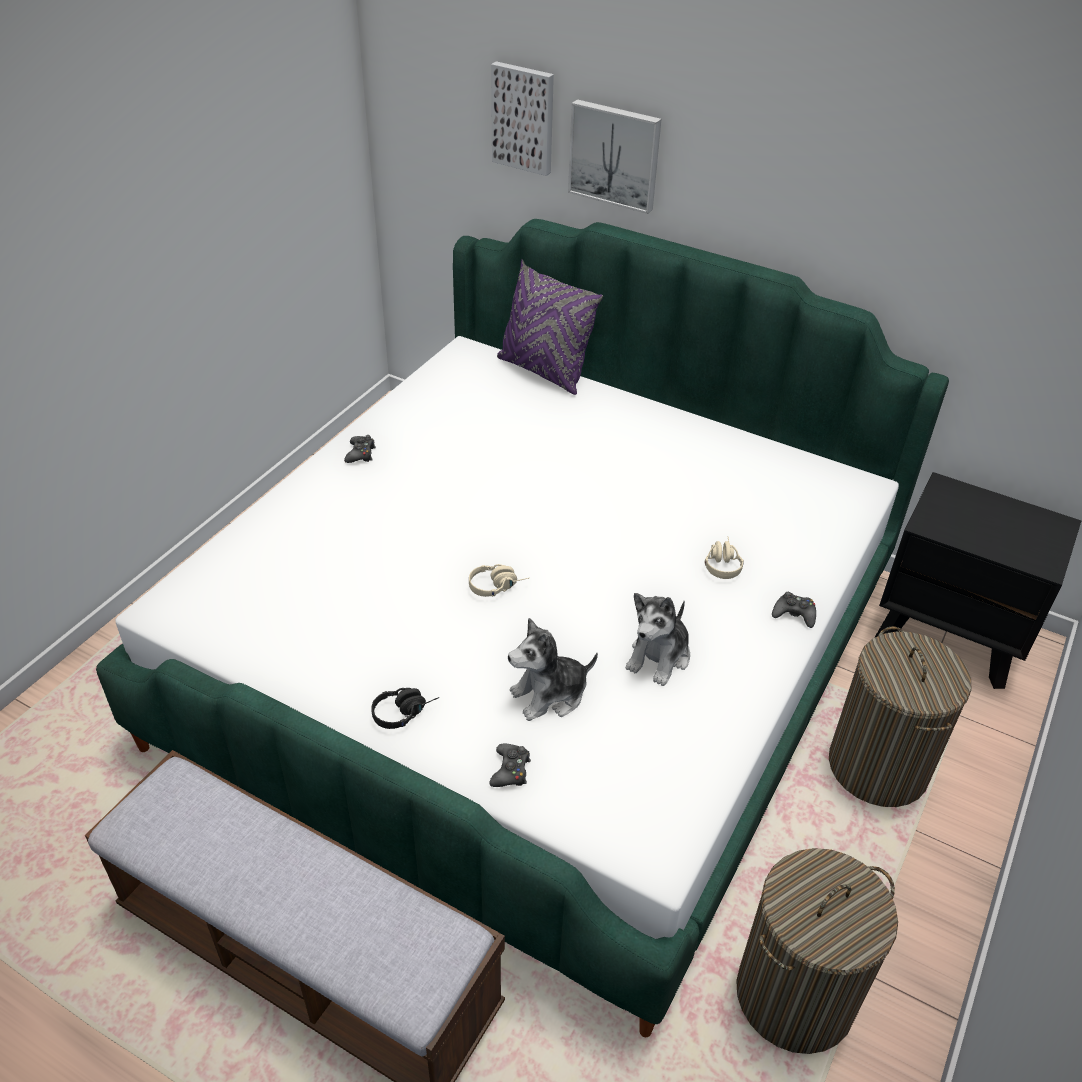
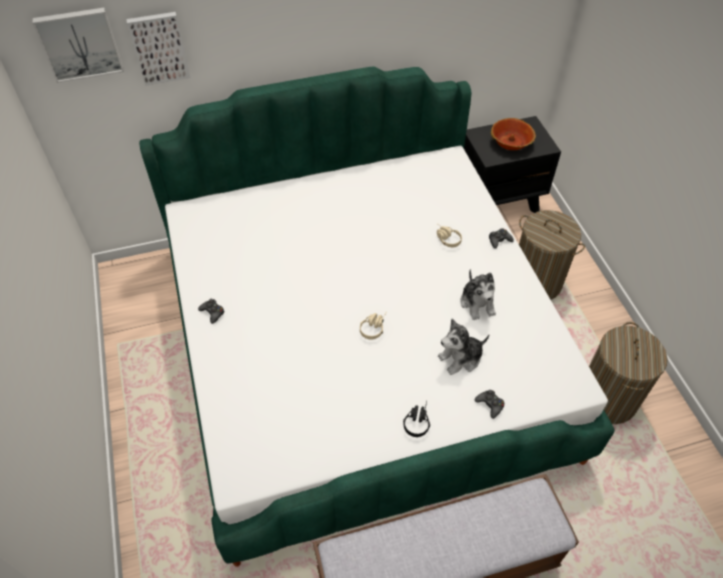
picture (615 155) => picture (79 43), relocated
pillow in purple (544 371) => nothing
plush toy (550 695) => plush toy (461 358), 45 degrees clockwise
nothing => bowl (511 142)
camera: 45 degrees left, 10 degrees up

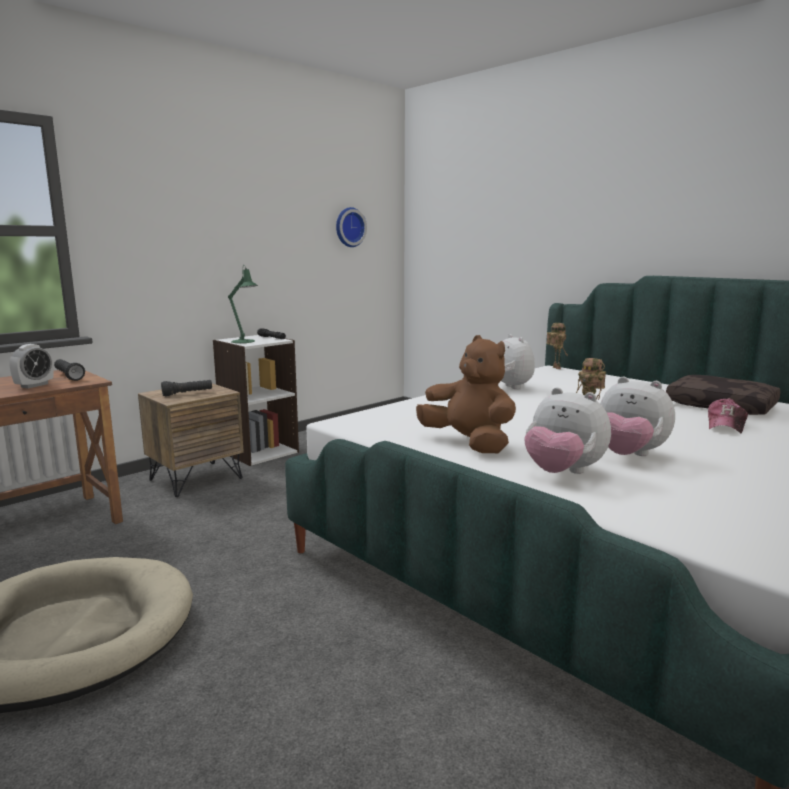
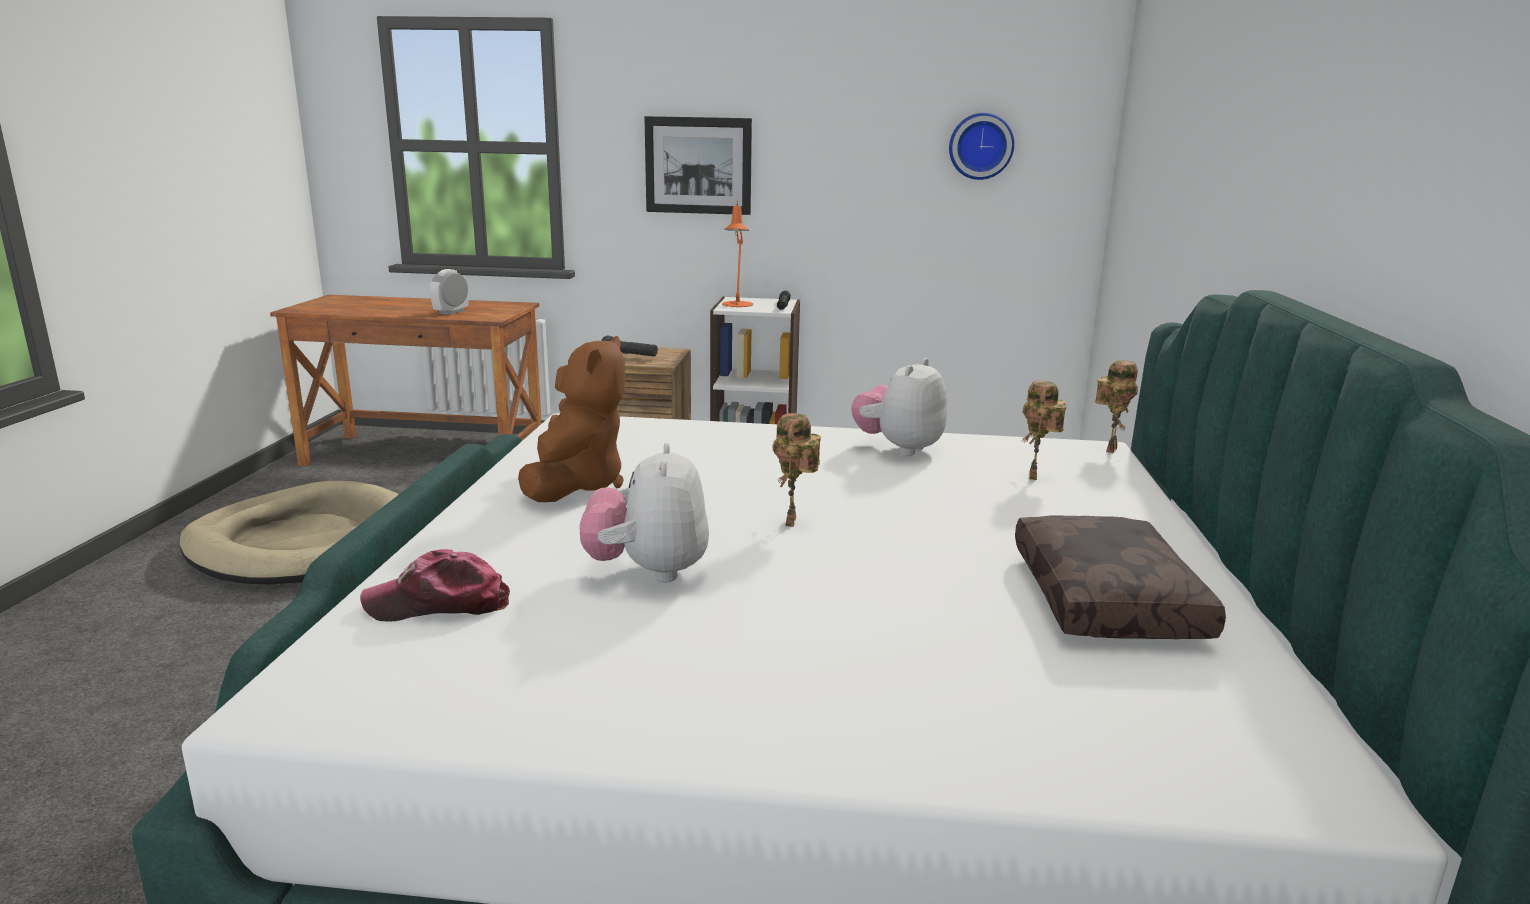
table lamp in green (245 341) => table lamp in orange (737 305)
alarm clock (34 385) => alarm clock (451 312), 135 degrees clockwise
flashlight in black (68 376) => nothing
plush toy (562 472) => nothing
cap (726 425) => cap (439 604), relocated
nothing => picture (698 165)
nothing => toy robot (1035 477)
camera: 50 degrees right, 5 degrees up

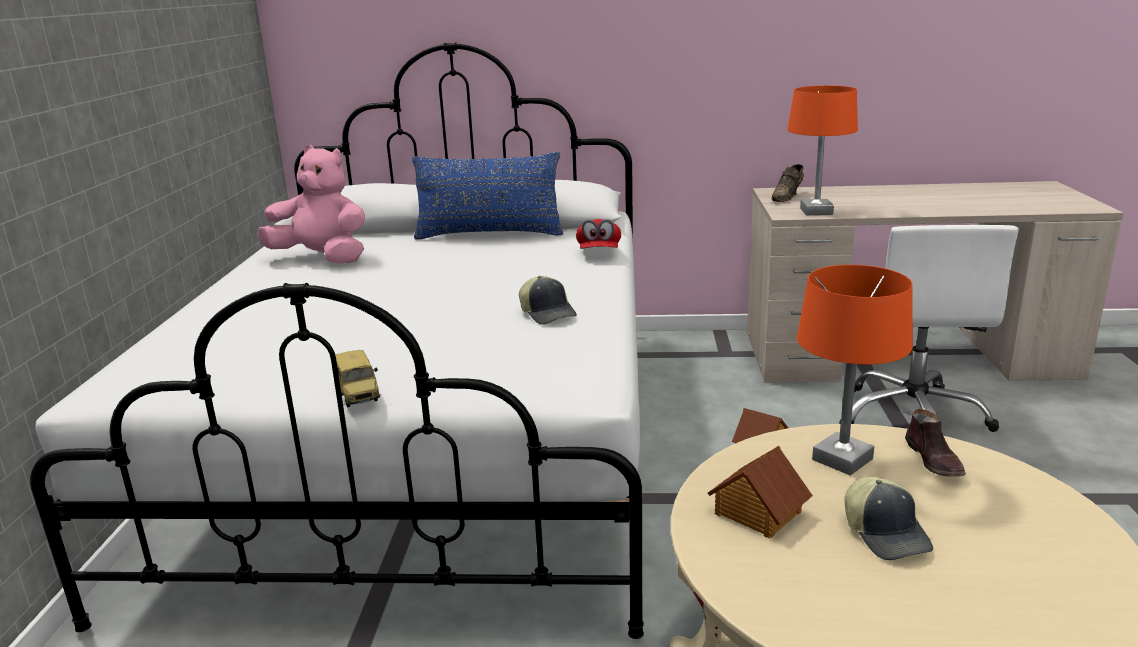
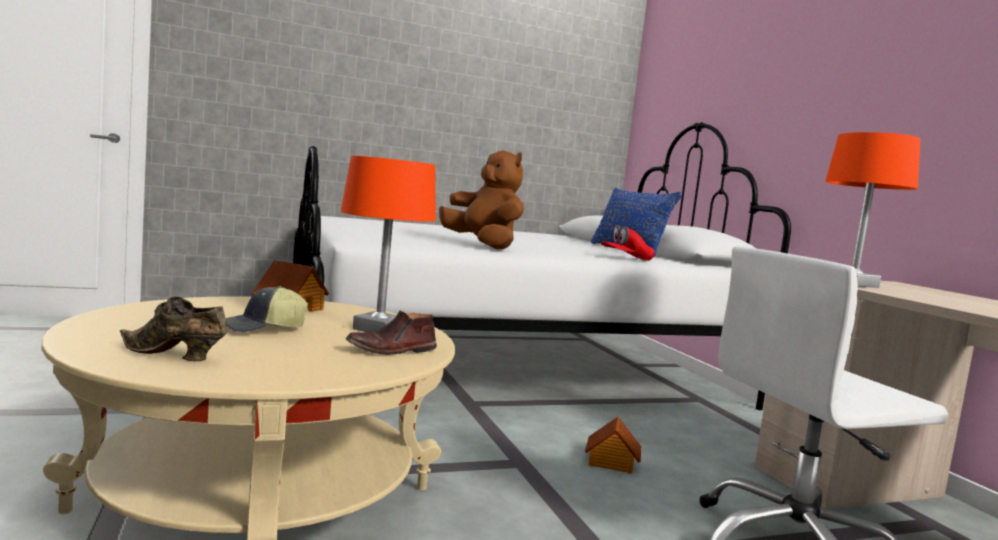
plush toy in pink (322 258) => nothing
shoe in brown (788 197) => shoe in brown (174 356), relocated
cap (548 313) => plush toy in brown (483 246)
toy car (359 396) => nothing
camera: 65 degrees right, 15 degrees down

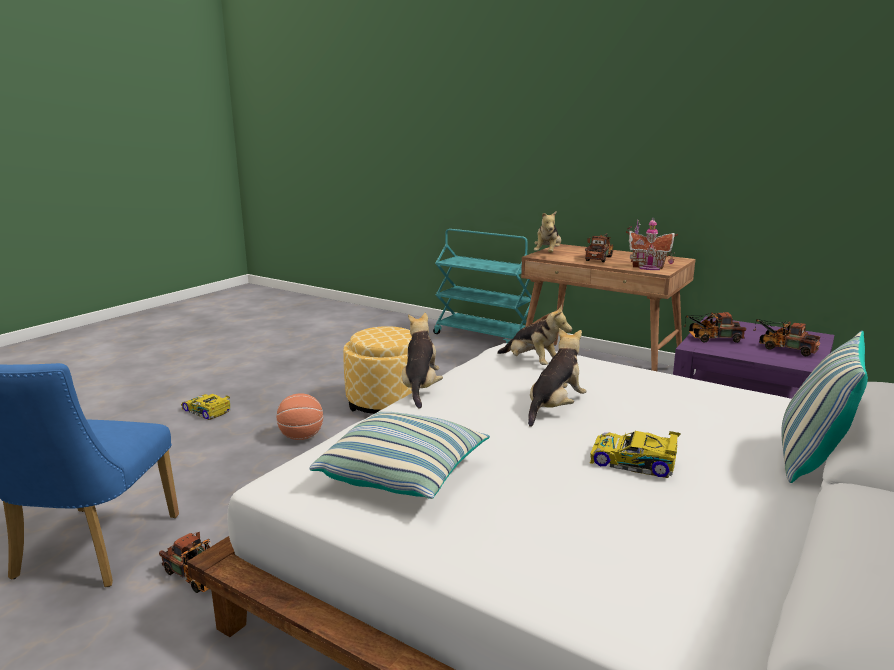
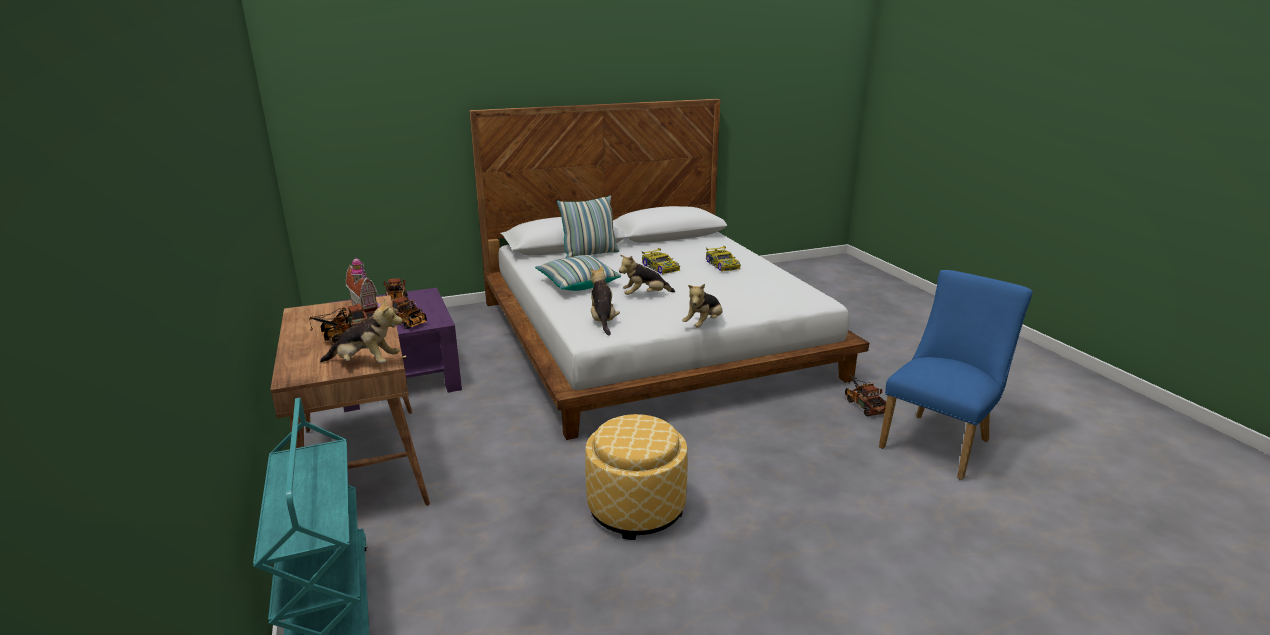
plush toy (547 254) => plush toy (365 363), 45 degrees clockwise
basketball (301 437) => nothing
toy car (207 411) => toy car (722 264), relocated
pillow (403 474) => pillow (577 284), relocated
camera: 145 degrees left, 5 degrees up

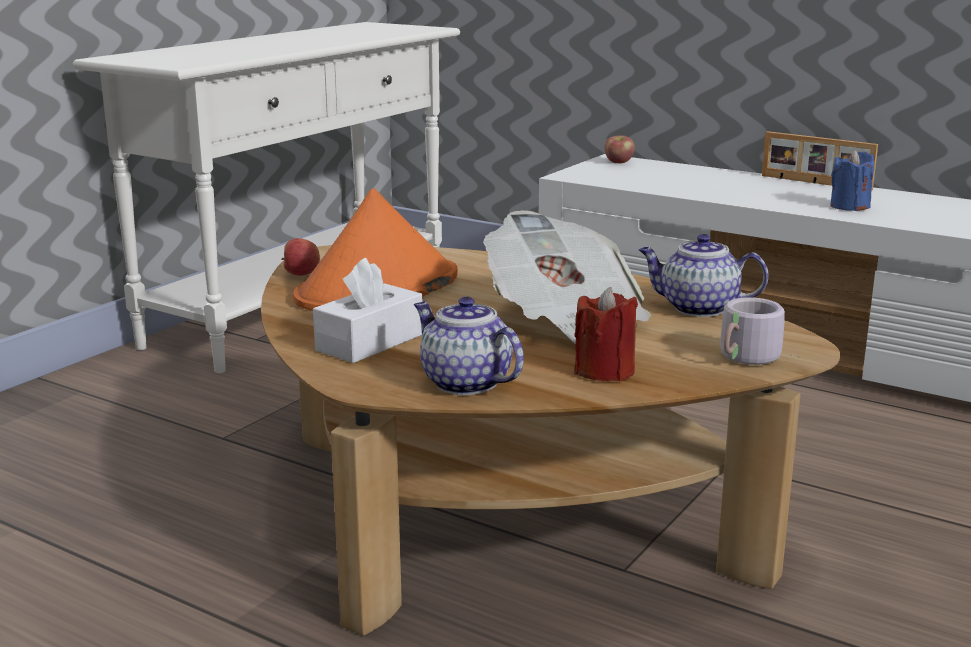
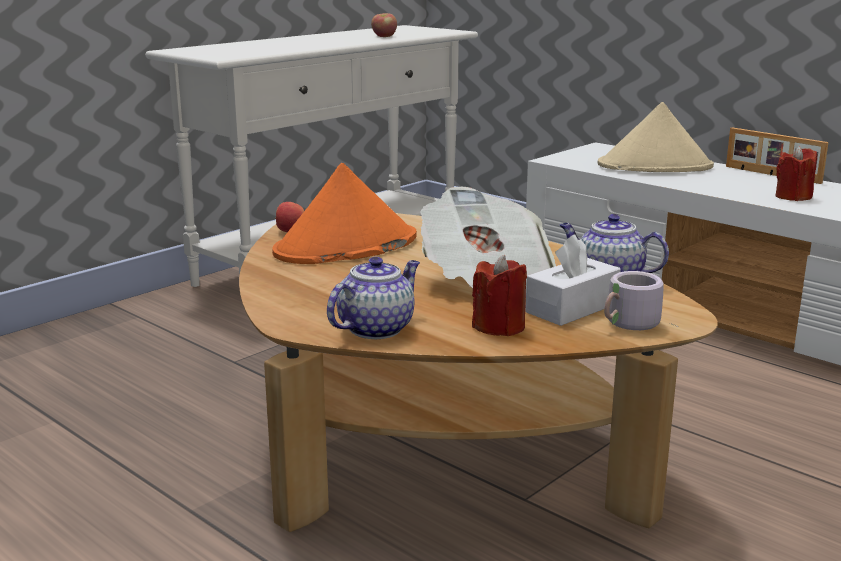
apple (618 162) => apple (384 36), relocated
candle in blue (850 206) => candle in red (793 197)
tissue box in white (370 342) => tissue box in white (572 308), relocated
teapot (464 383) => teapot (376 328), 75 degrees clockwise
nothing => hat in beige (655 166)
camera: 10 degrees right, 0 degrees up

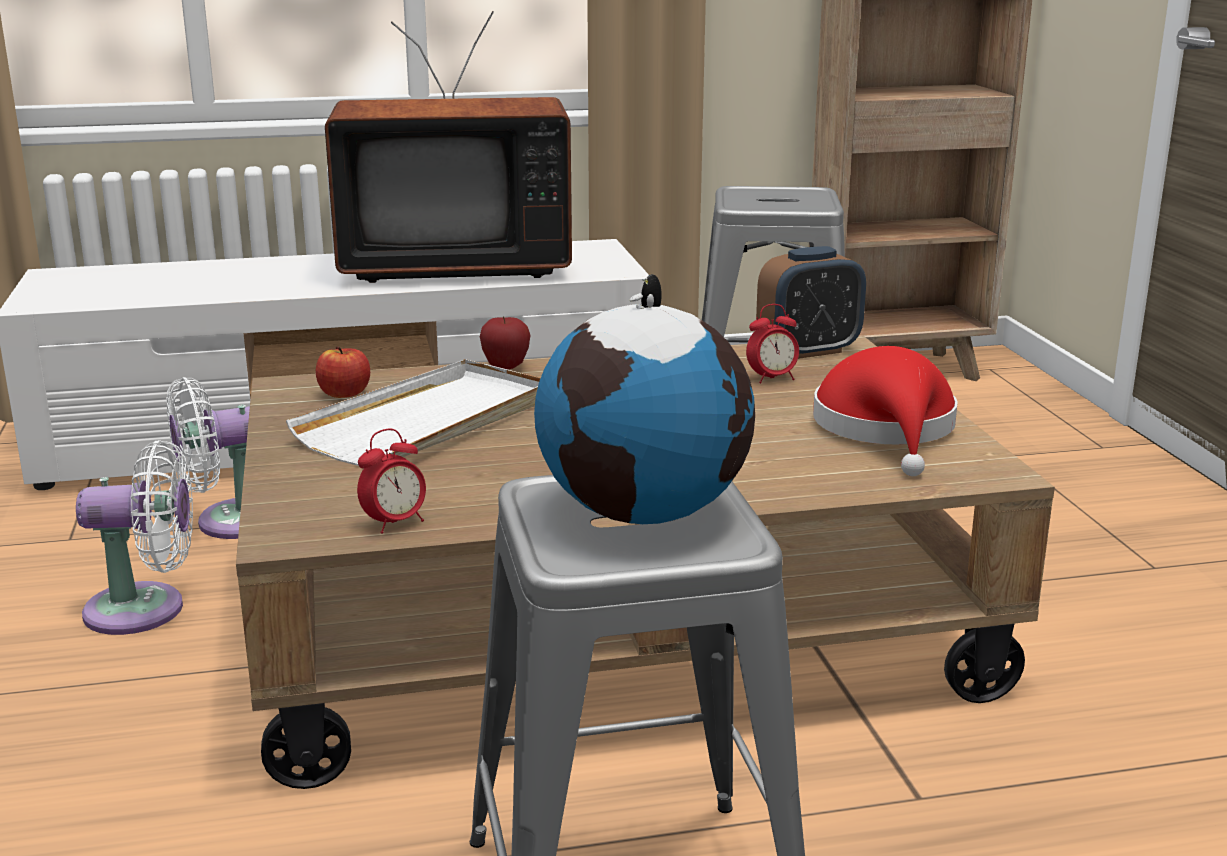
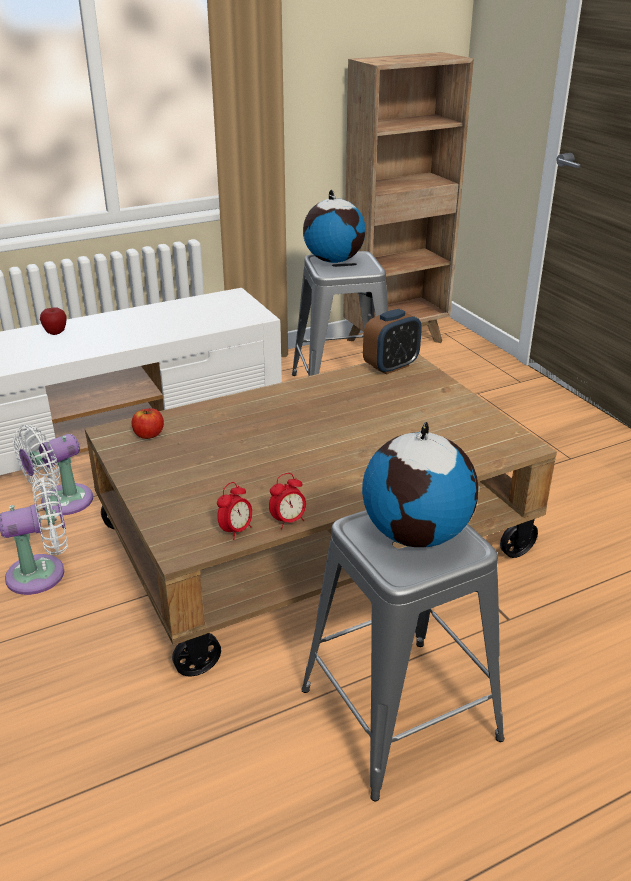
television (453 266) => nothing
alarm clock (772 379) => alarm clock (288 521), relocated
apple (505 367) => apple (55 333), relocated
hat in red (887 429) => nothing
tray in white (429 421) => nothing
nothing => globe (333 260)
camera: 15 degrees left, 10 degrees up

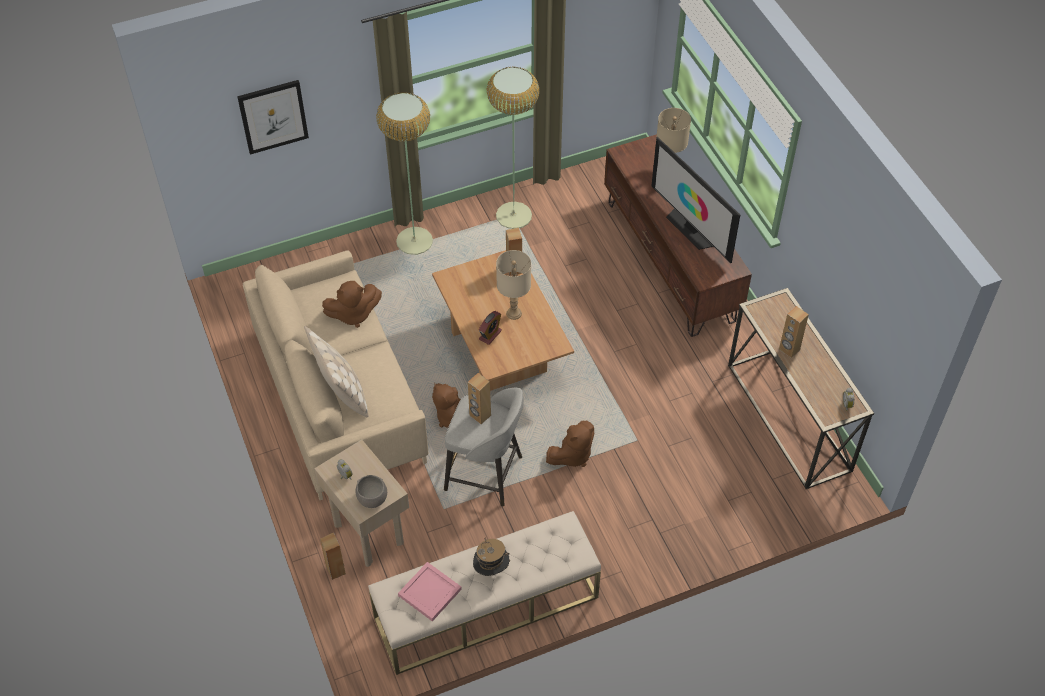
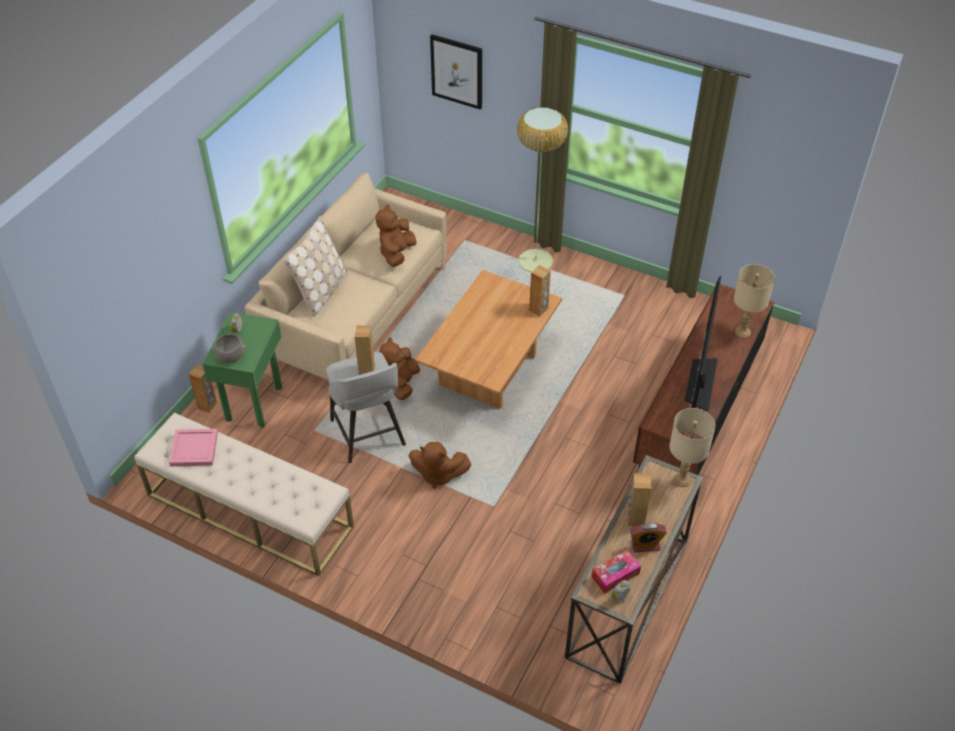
floor lamp (514 216) => nothing
table lamp in beige (514 313) => table lamp in beige (682 480), relocated
plush toy in brown (353 314) => plush toy in brown (396 253), 75 degrees clockwise
alarm clock (490 335) => alarm clock (645 545), relocated
side table in beige (369 533) => side table in green (255 403)
hat (491 570) => nothing
nothing => tissue box (615 575)
camera: 50 degrees right, 5 degrees down

